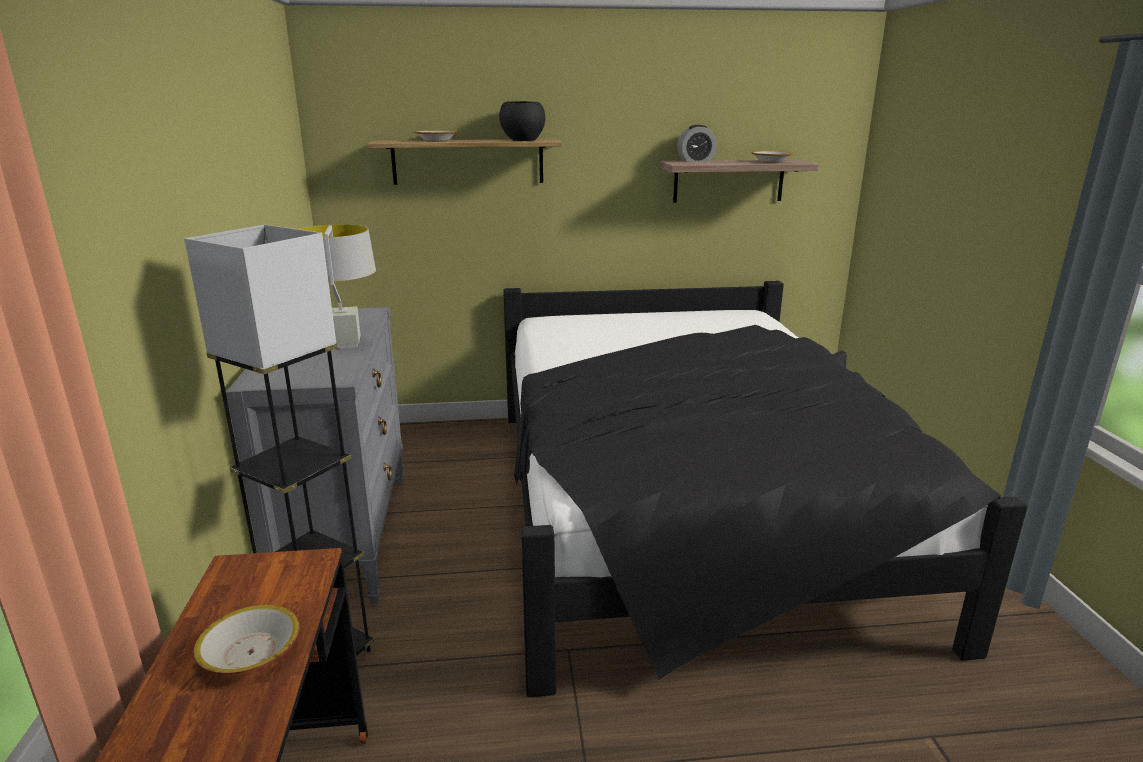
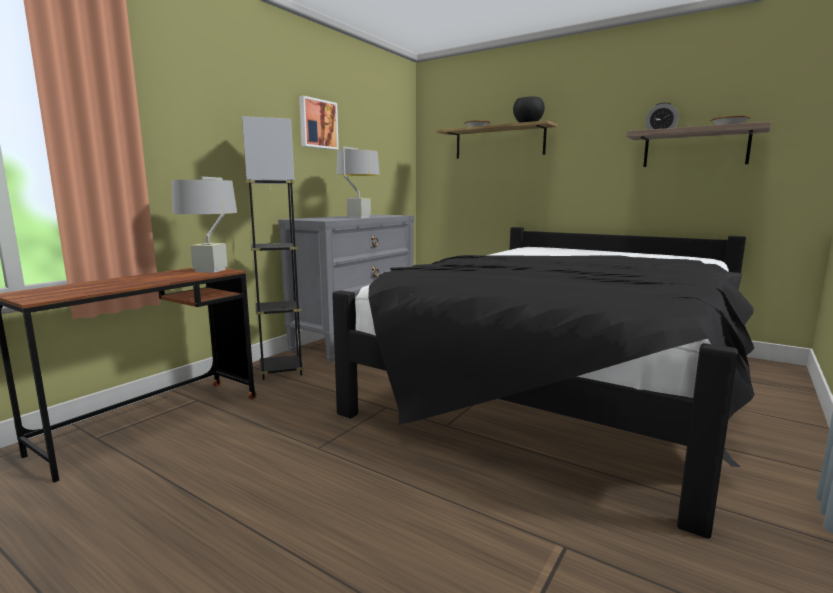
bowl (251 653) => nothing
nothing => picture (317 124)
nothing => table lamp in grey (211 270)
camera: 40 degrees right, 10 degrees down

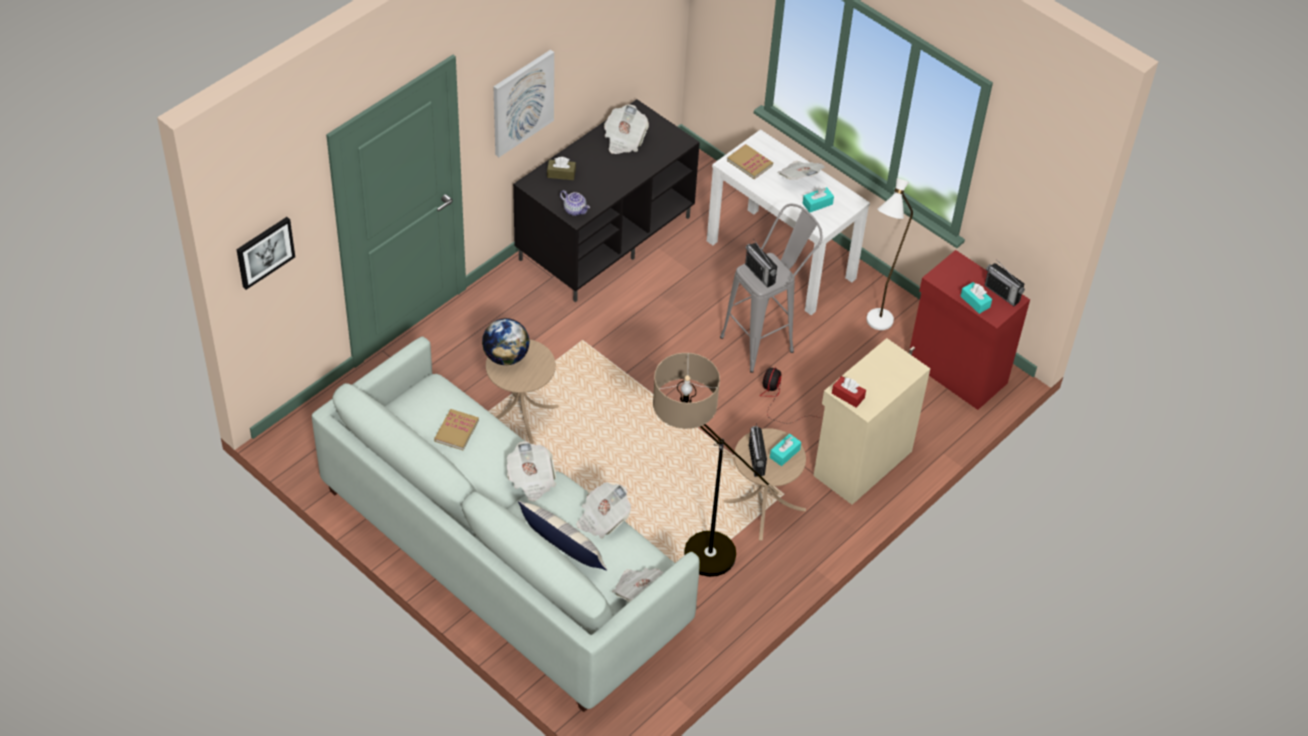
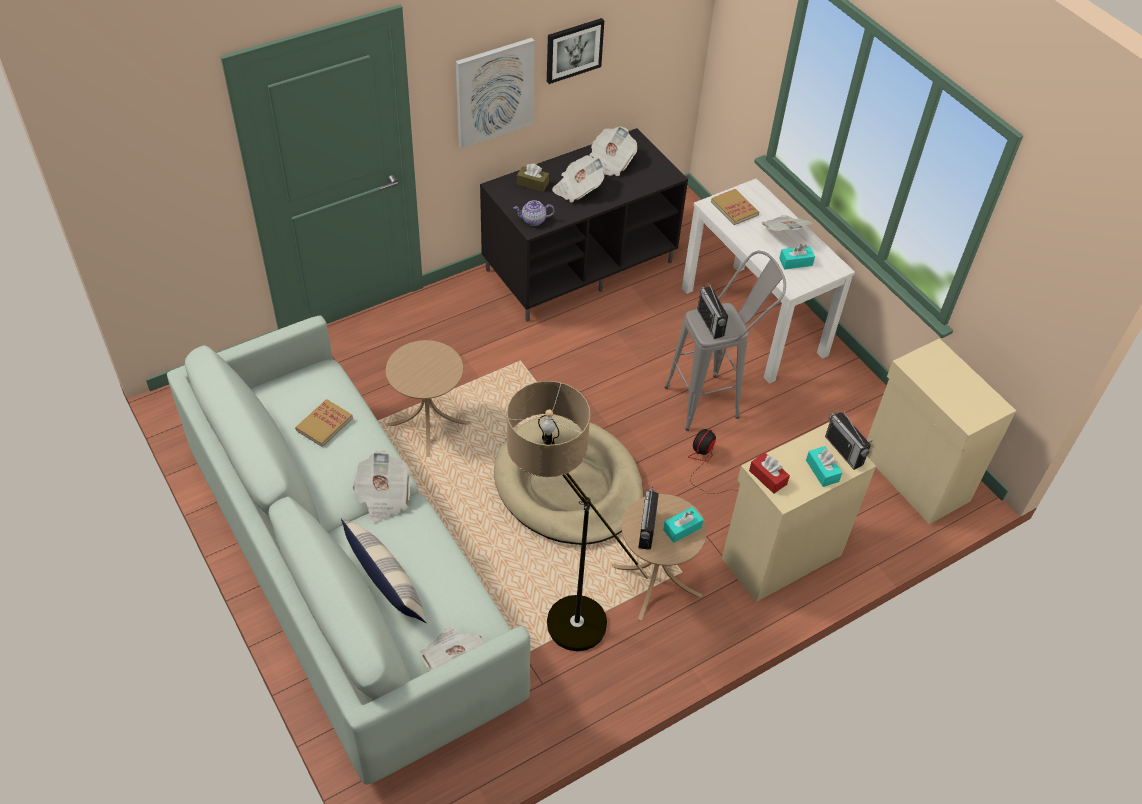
floor lamp in white (876 327) => nothing
teapot (575 210) => teapot (533 220), 120 degrees clockwise
picture (264 252) => picture (573 50), relocated
cabinet in red (956 373) => cabinet in beige (914 477)
radio (1002 293) => radio (844 451), relocated
tissue box in turquoise (975 301) => tissue box in turquoise (822 471), relocated
globe (506 357) => nothing
newspaper (602 519) => newspaper (577 189), relocated
nothing => dog bed in beige (568 484)
camera: 15 degrees right, 0 degrees up

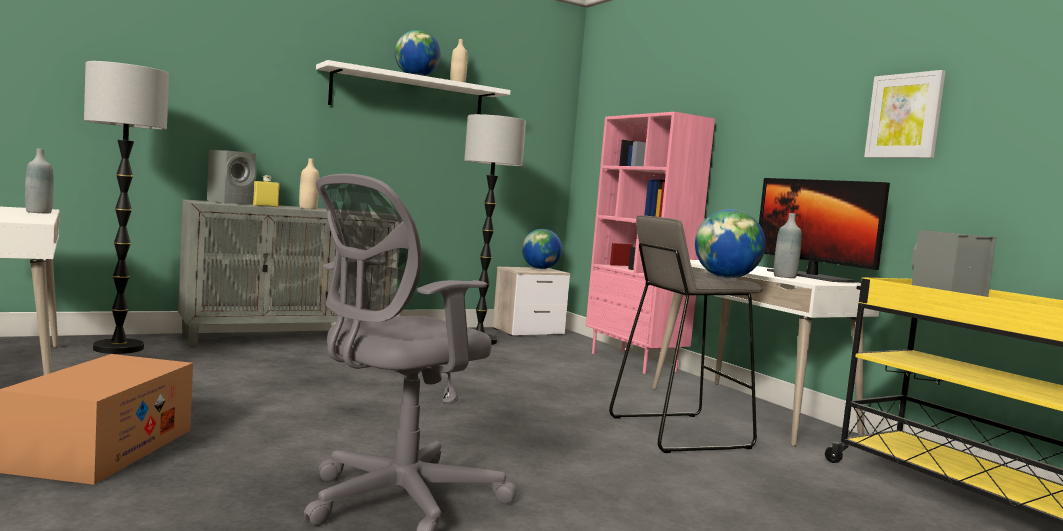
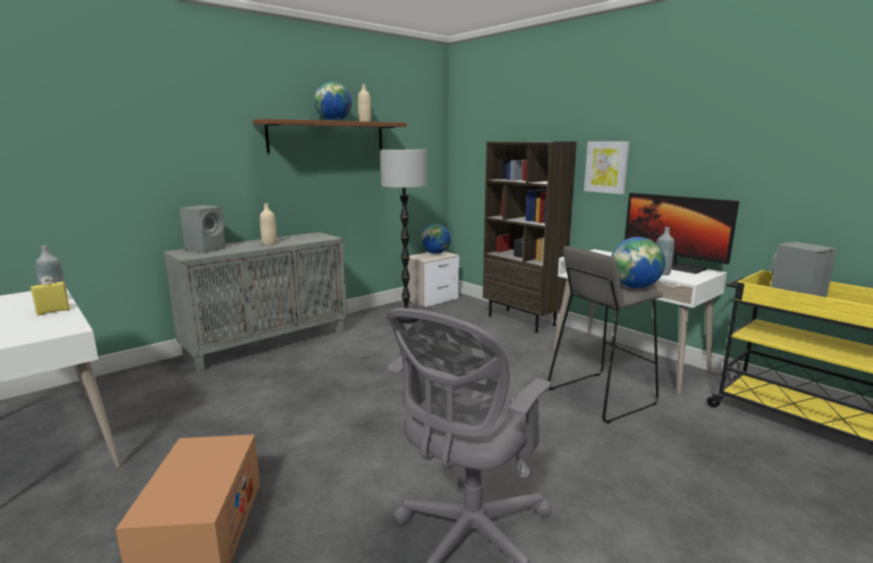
shelf in white (408 97) => shelf in brown (328 136)
floor lamp (118 348) => nothing
picture (904 116) => picture (606 167), relocated
bookcase in pink (634 362) => bookcase in brown (522 321)
bottle in yellow (265 206) => bottle in yellow (53 311), relocated
camera: 10 degrees left, 10 degrees up

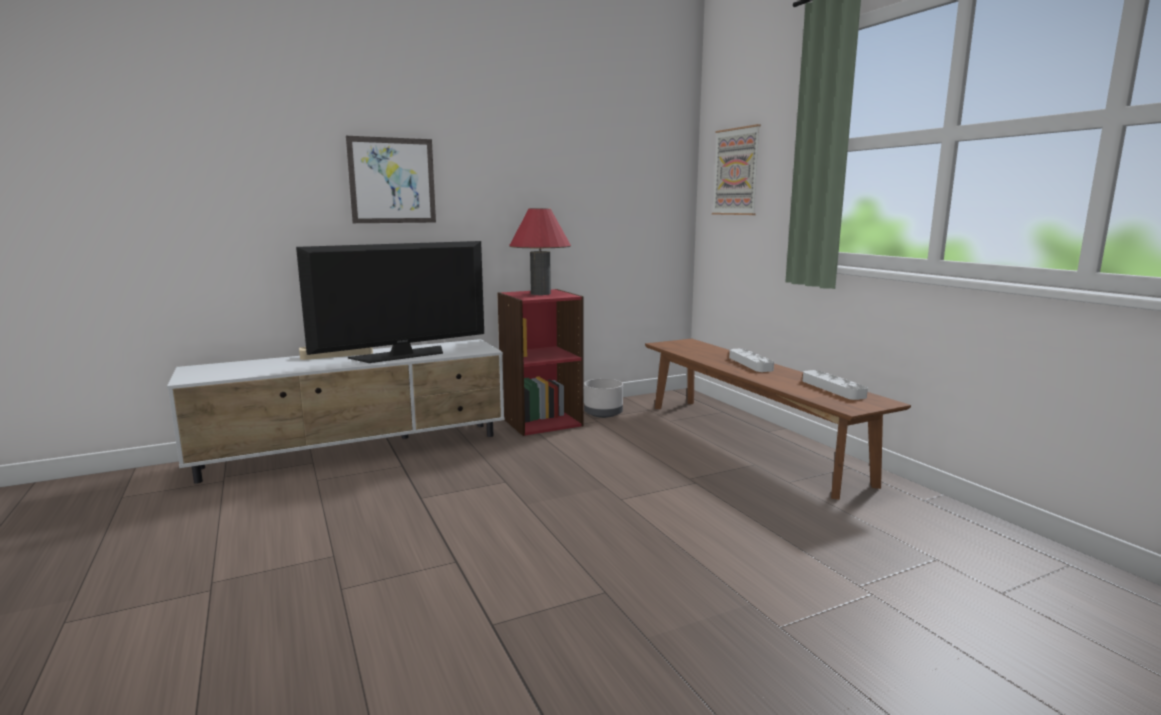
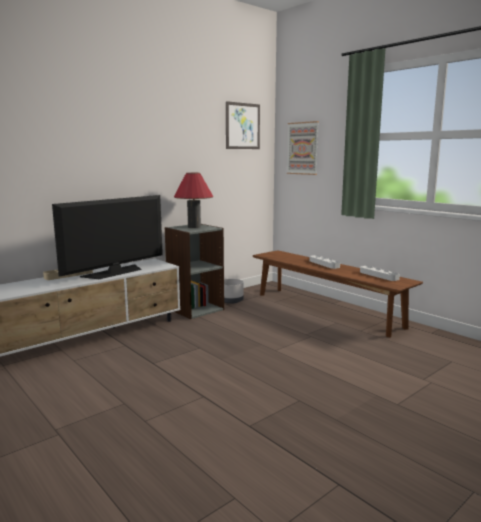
picture (392 180) => picture (242 126), relocated
bookcase in red (541 421) => bookcase in grey (195 309)
camera: 15 degrees left, 0 degrees up

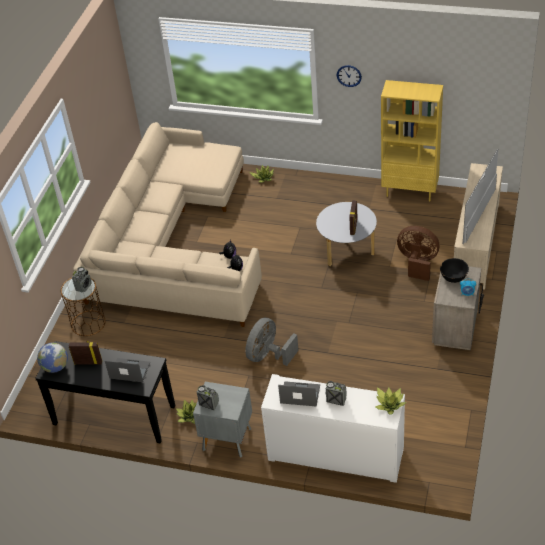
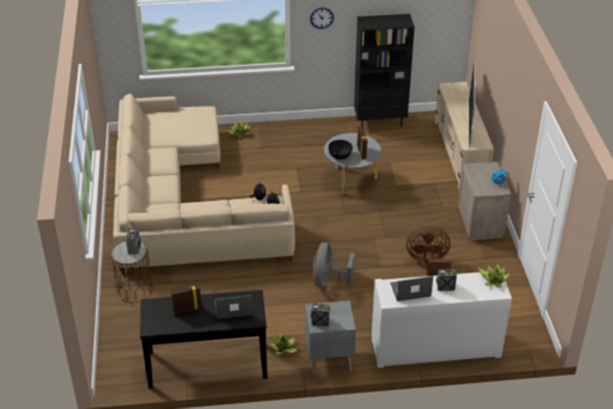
bookcase in yellow (410 191) => bookcase in black (380 122)
fan in brown (417 263) => fan in brown (428 264), relocated
bowl in black (453 277) => bowl in black (340 156), relocated
globe (55 367) => nothing
camera: 25 degrees left, 5 degrees down

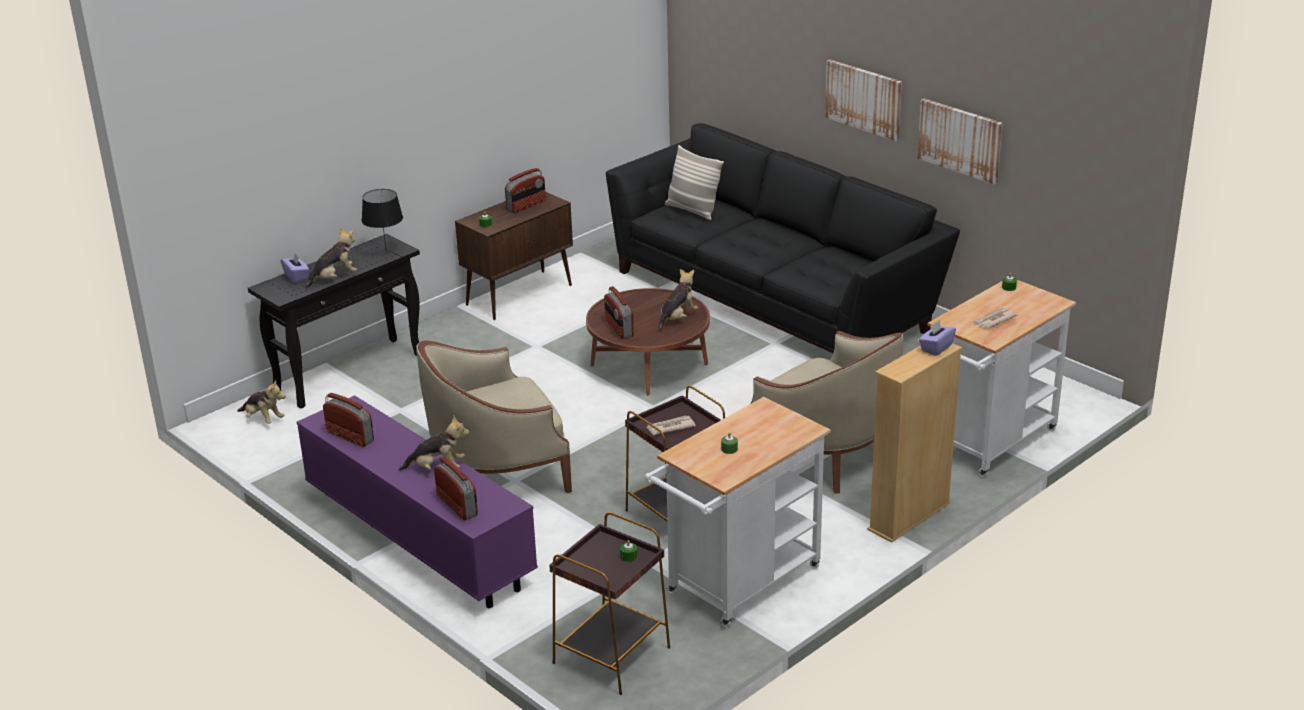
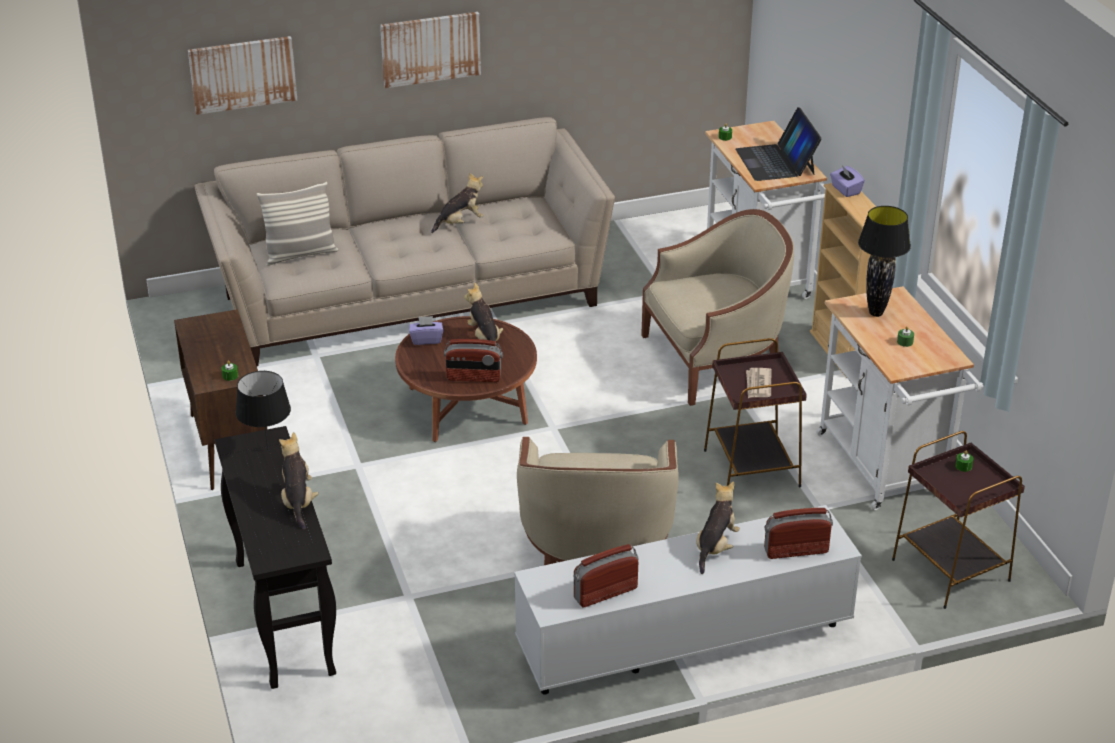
picture (960 140) => picture (242 74), relocated
sofa in black (775 298) => sofa in beige (409 296)
radio (526 205) => nothing
tissue box in purple (296 277) => tissue box in purple (426 340), relocated
newspaper (993 320) => laptop (776 161)
plush toy (263 419) => plush toy (460 223), relocated
tv stand in purple (418 538) => tv stand in white (682 644)
nothing => table lamp in black (876 313)
camera: 65 degrees left, 5 degrees up

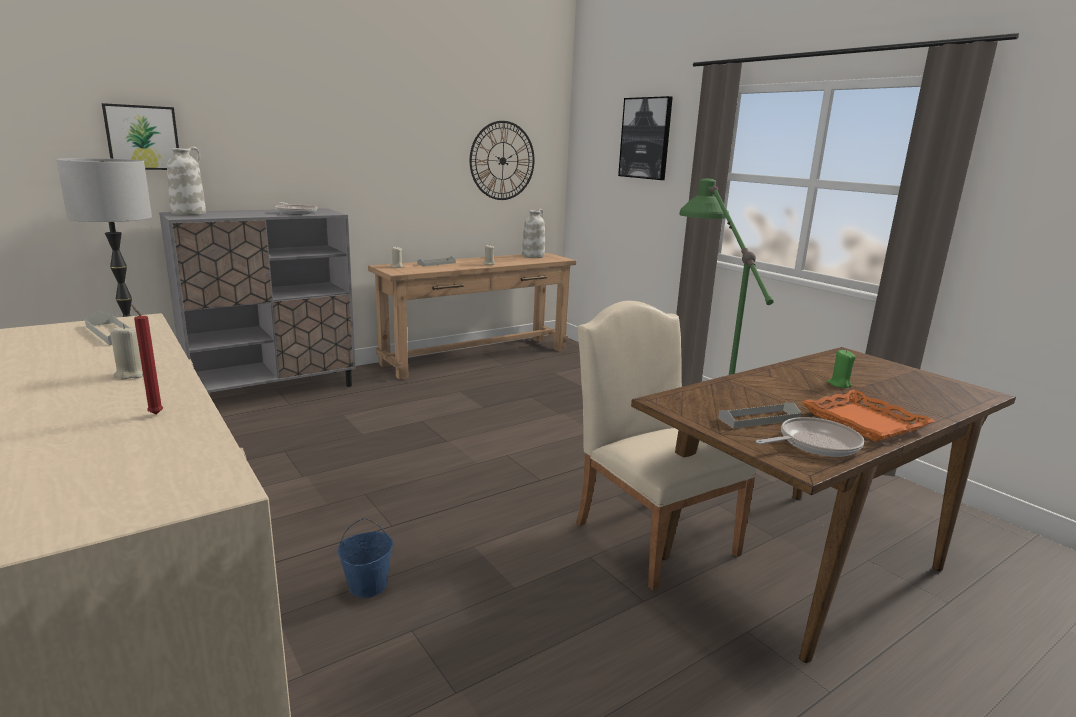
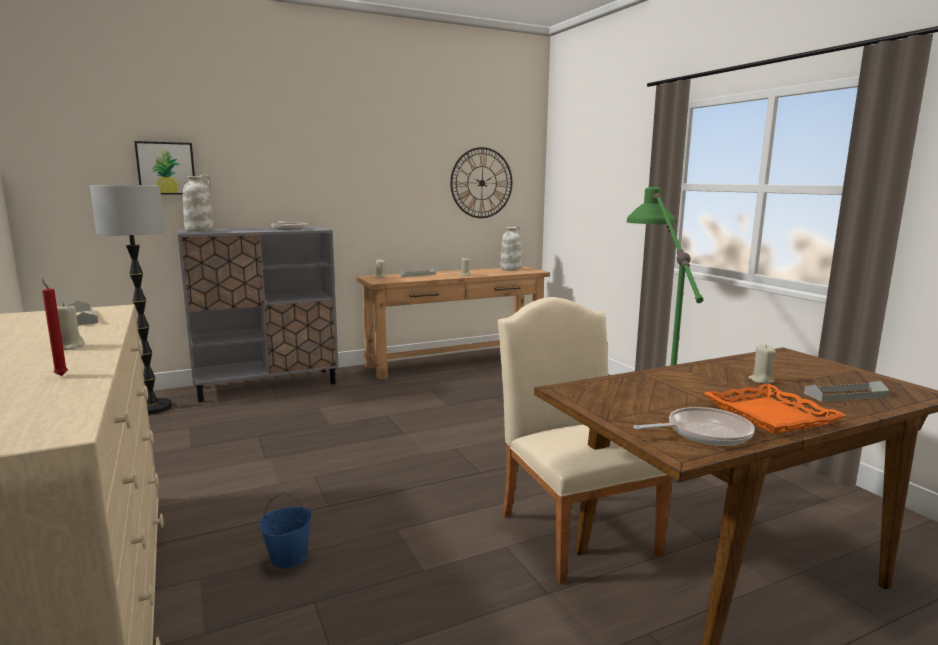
picture (645 138) => nothing
candle in green (839 384) => candle in beige (761 380)
tray in grey (759 419) => tray in grey (845 395), relocated
camera: 10 degrees right, 5 degrees down

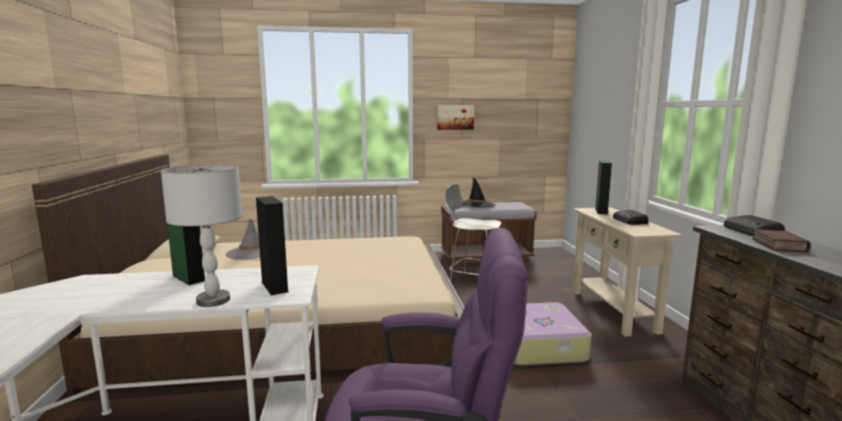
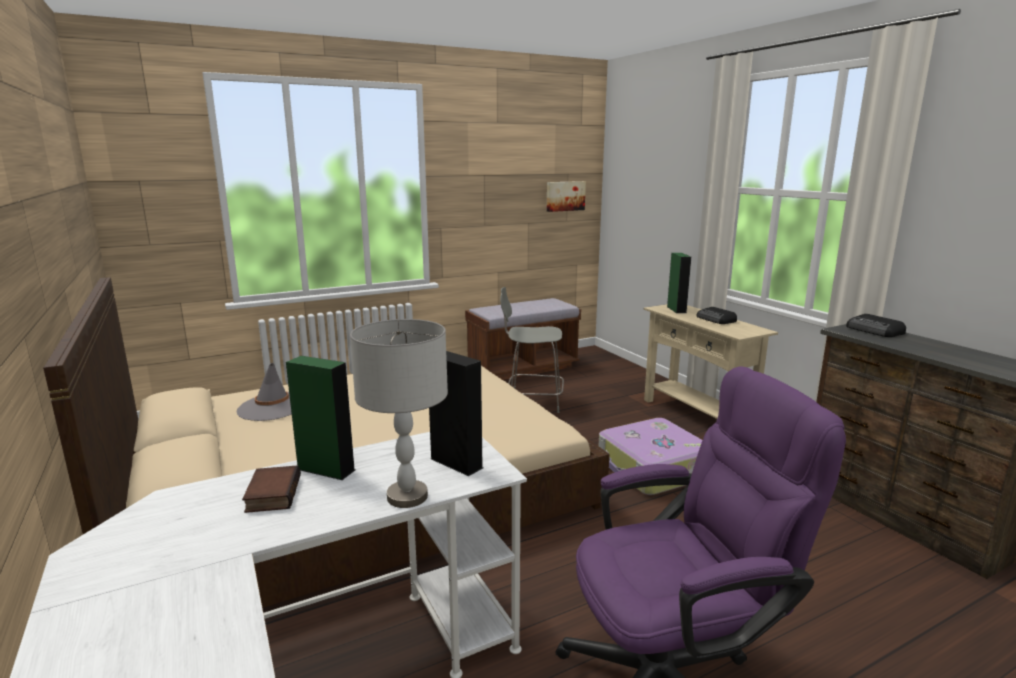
picture (455 117) => picture (565 196), relocated
hat in black (477 204) => nothing
book (776 245) => book (271 494), relocated
camera: 20 degrees left, 5 degrees up

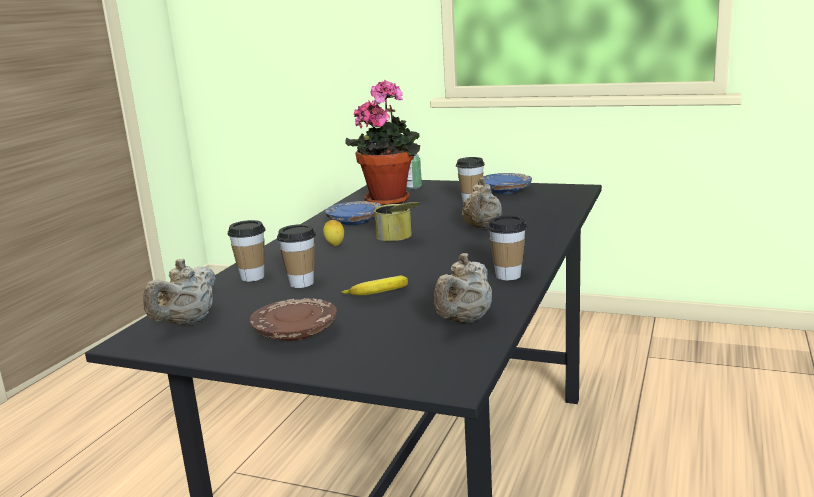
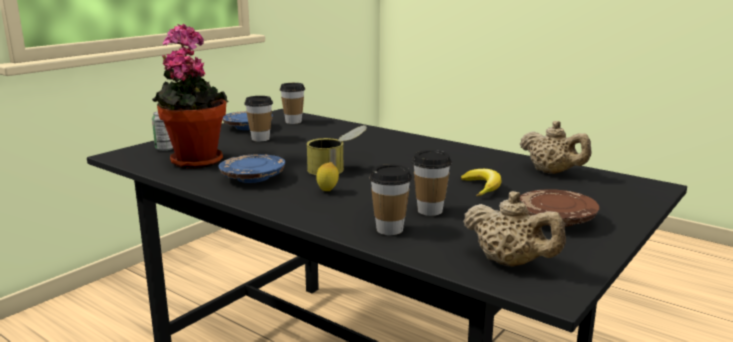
teapot in beige (482 227) => nothing
cup (508 276) => cup (293 121), relocated
camera: 75 degrees left, 0 degrees up

